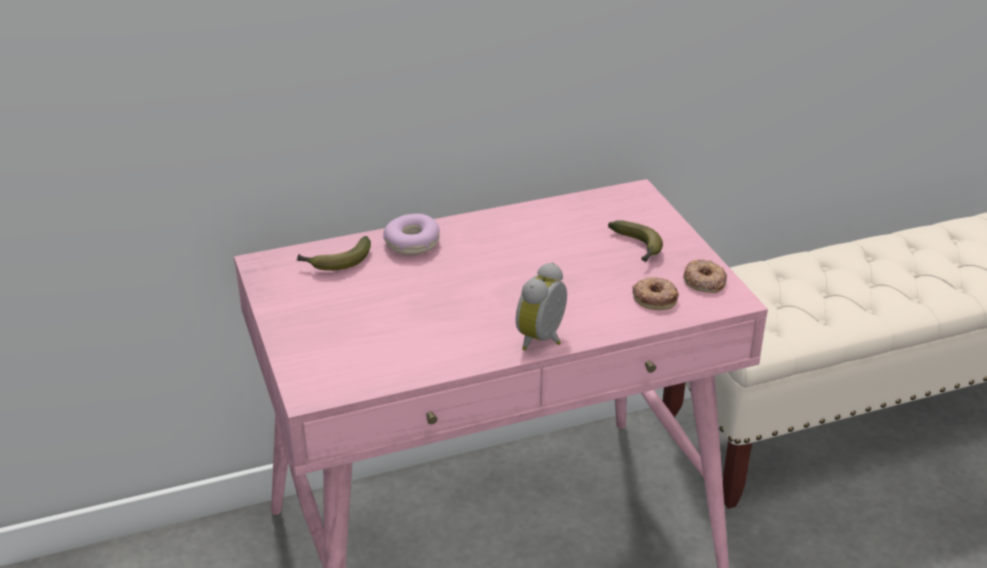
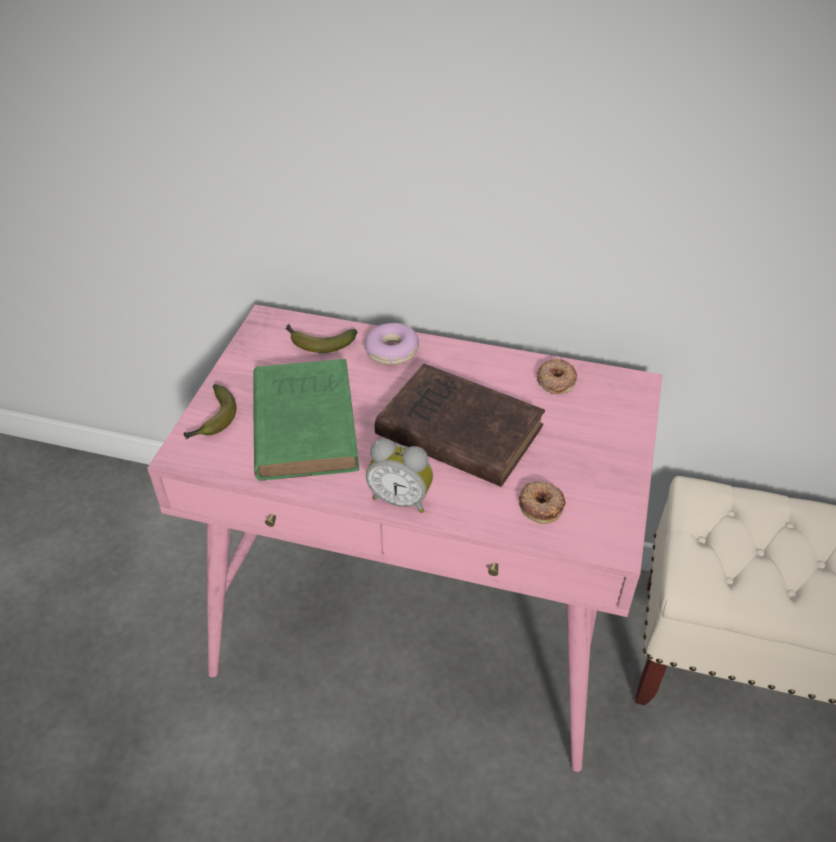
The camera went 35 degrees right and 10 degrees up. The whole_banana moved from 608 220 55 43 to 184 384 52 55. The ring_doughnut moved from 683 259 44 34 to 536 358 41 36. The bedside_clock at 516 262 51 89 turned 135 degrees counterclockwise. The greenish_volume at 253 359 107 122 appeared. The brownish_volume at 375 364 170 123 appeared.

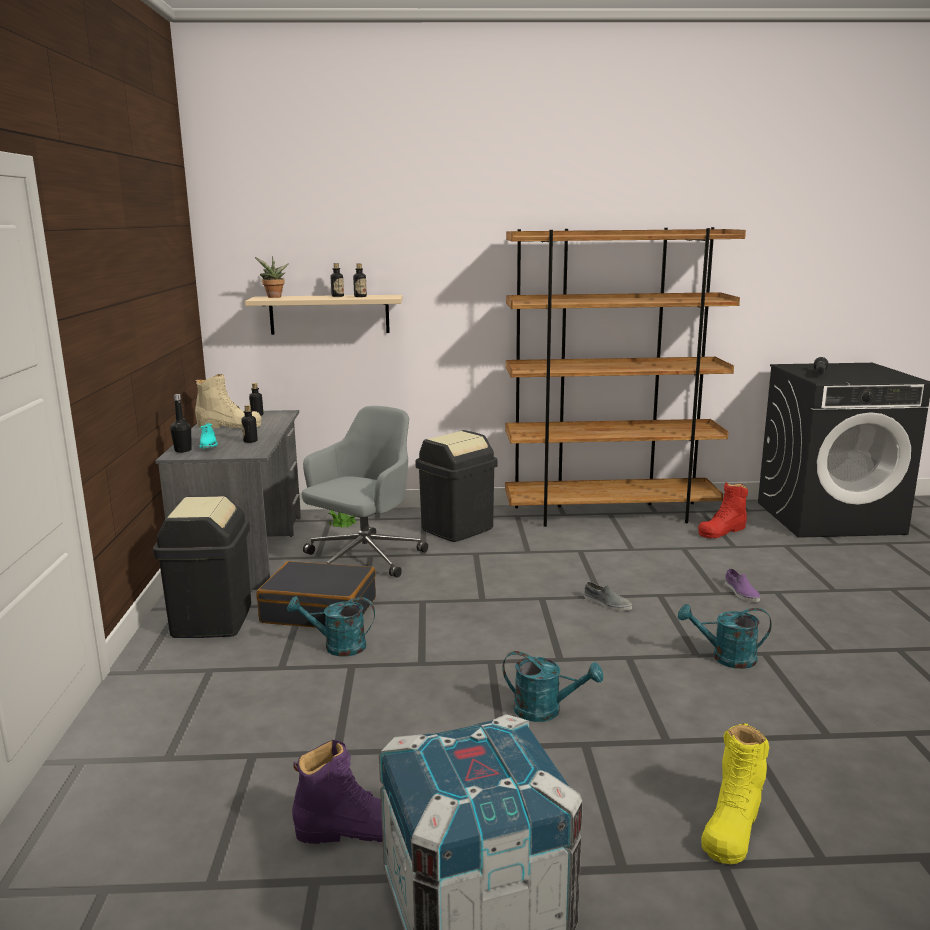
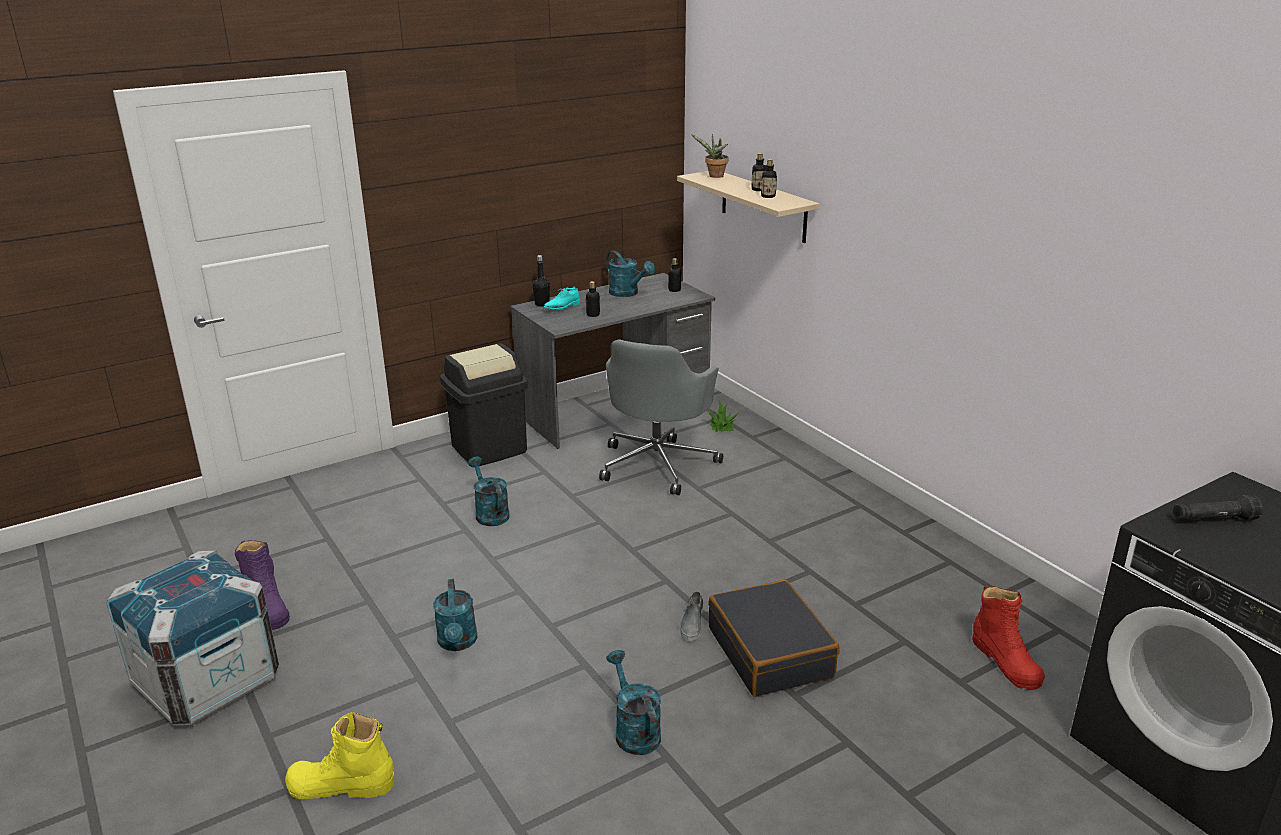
The camera went 60 degrees right and 10 degrees up. The brownish_shelving_unit at 505 227 241 300 disappeared. The beige-coloured_boot at 194 374 67 54 was replaced by the blue-green_watering_can at 606 250 49 47. The gray_office_chair at 302 406 126 172 turned 105 degrees clockwise. The black_waste_bin at 415 430 83 112 disappeared. The red_boot at 698 482 50 56 turned 135 degrees counterclockwise. The black_suitcase moved from 256 561 120 67 to 708 580 131 117. The purple-coloured_shoe at 725 568 35 34 disappeared.

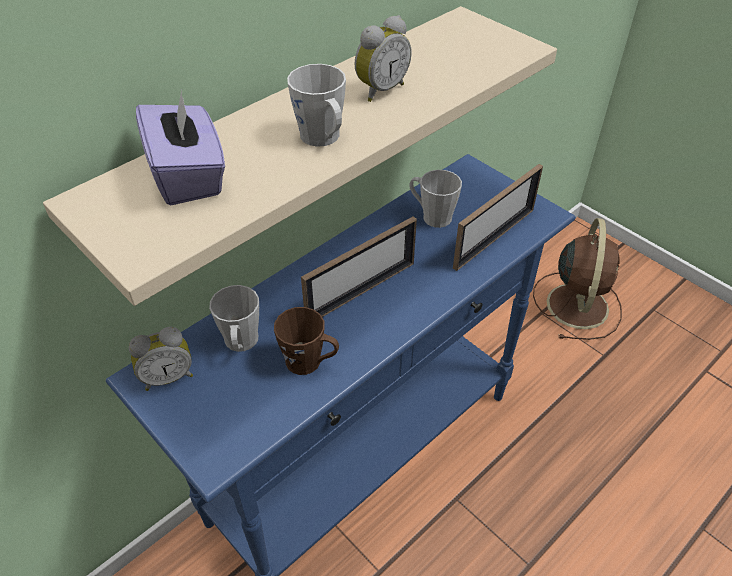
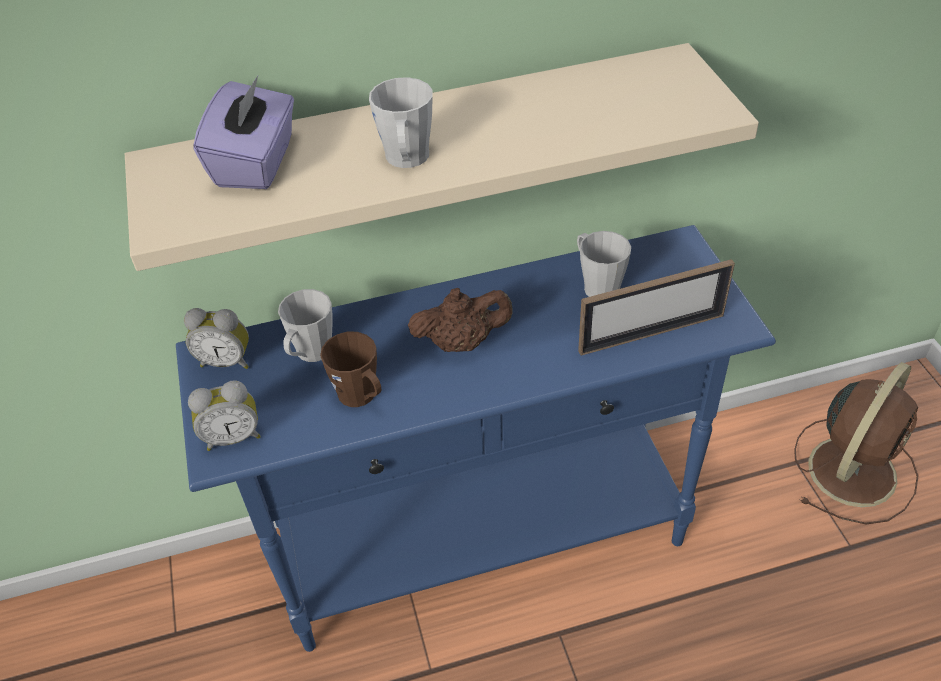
The camera went 30 degrees right and 0 degrees up. The bedside_clock moved from 355 15 57 87 to 188 380 73 71. The standing_frame at 301 216 116 101 was replaced by the brownish_pot_for_tea at 408 288 104 64.

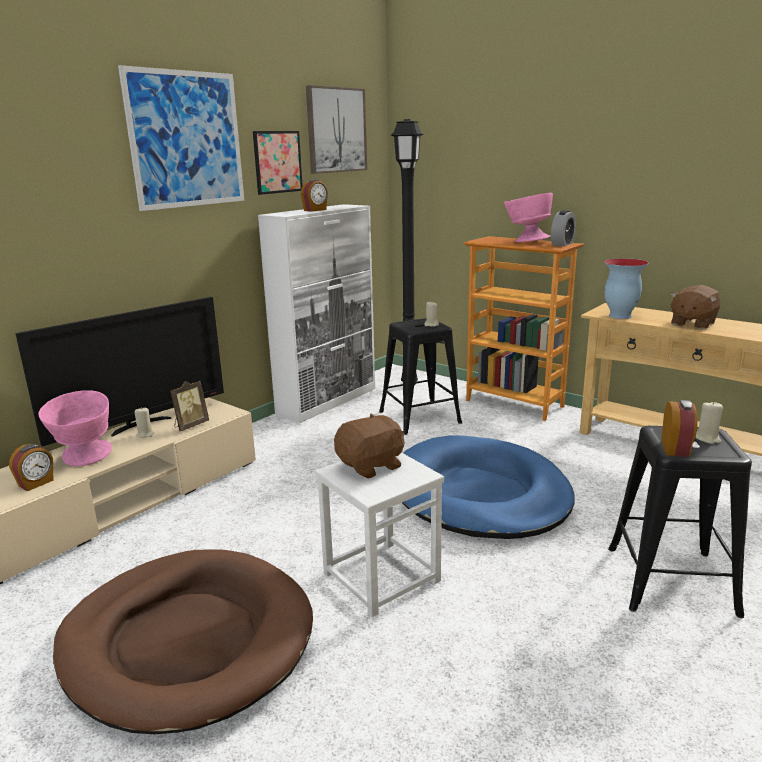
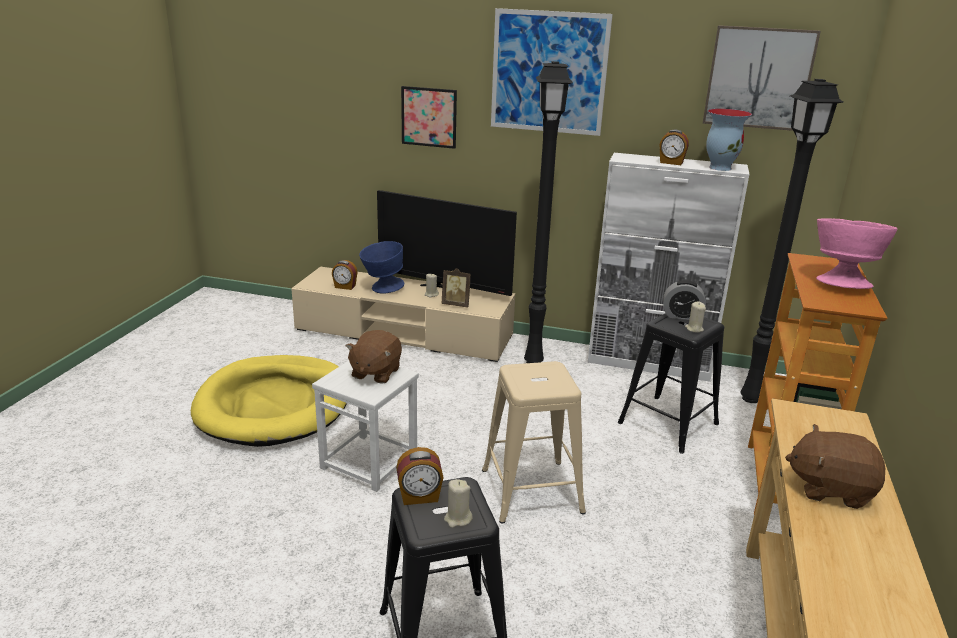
The camera went 65 degrees right and 5 degrees up. The wall_art moved from 253 131 50 64 to 401 86 56 63. The bedside_clock moved from 551 210 25 36 to 663 280 43 40. The flower_vase moved from 604 258 45 61 to 706 109 46 62. The pink_deep_dish at 39 390 73 76 became the bluish_deep_dish at 359 241 45 53. The brownish_soft_toy at 334 413 71 66 turned 75 degrees clockwise. The bluish_dog_bed at 402 435 173 104 was replaced by the beige-coloured_sitting_stool at 482 361 104 163. The brownish_dog_bed at 53 550 260 184 became the yellow_dog_bed at 191 355 156 92. The black_standing_lamp at 524 61 49 302 appeared.

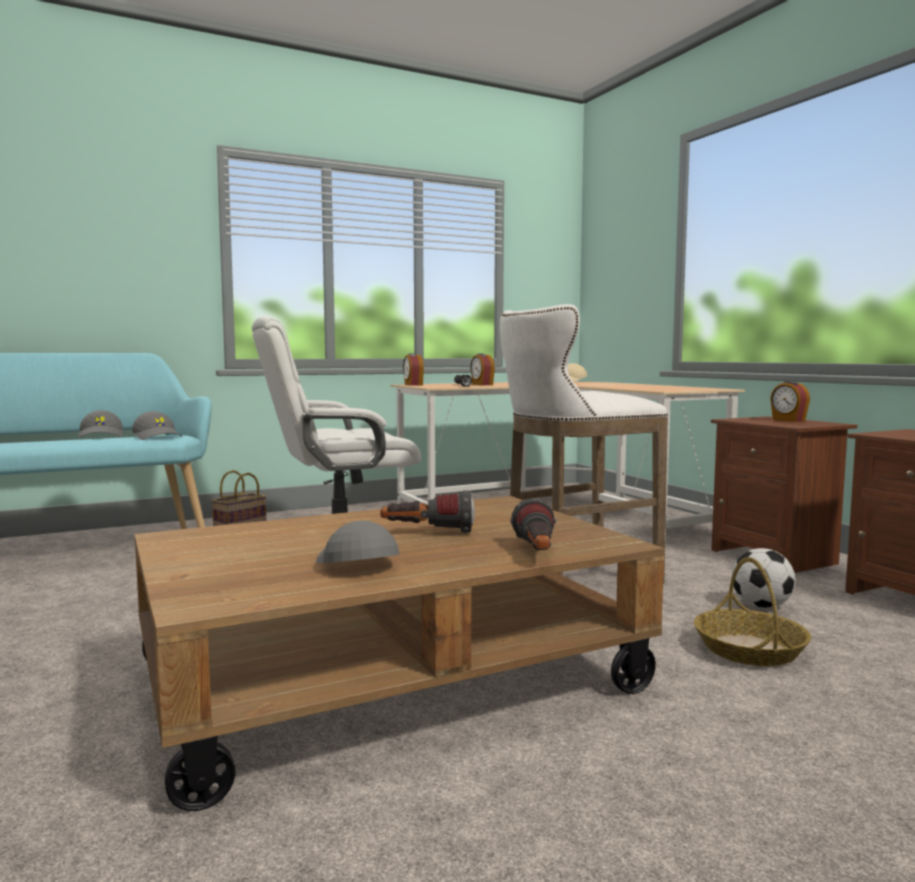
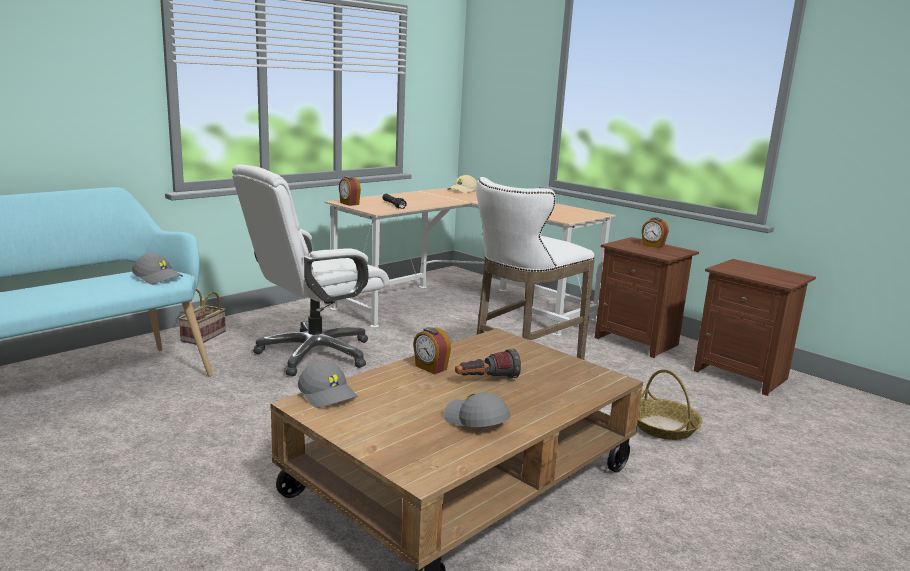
The camera went 20 degrees left and 10 degrees up. The bedside_clock moved from 470 353 25 32 to 413 327 38 47. The gray_cap moved from 78 410 45 28 to 298 361 60 47. The hand_torch at 510 498 46 52 disappeared. The football_ball at 732 548 63 60 disappeared.

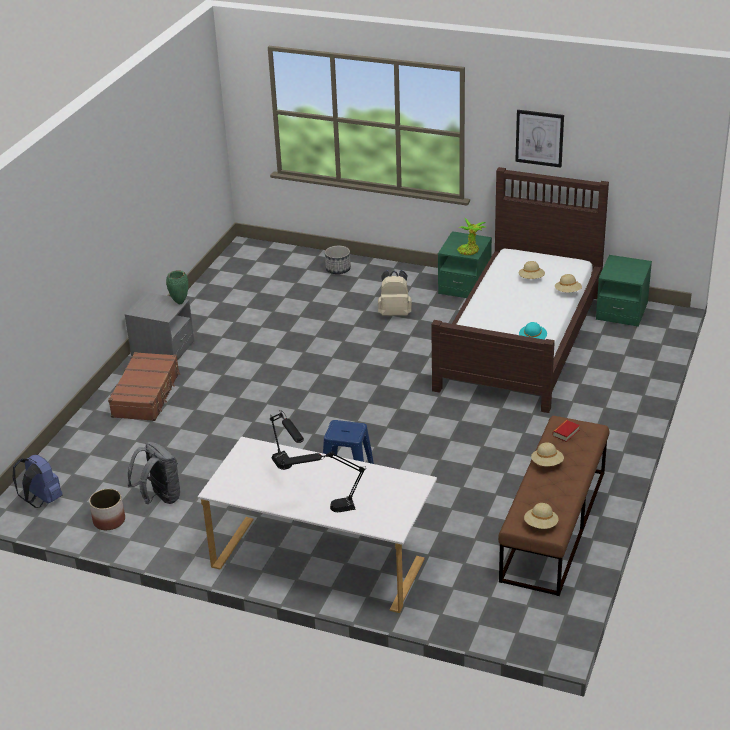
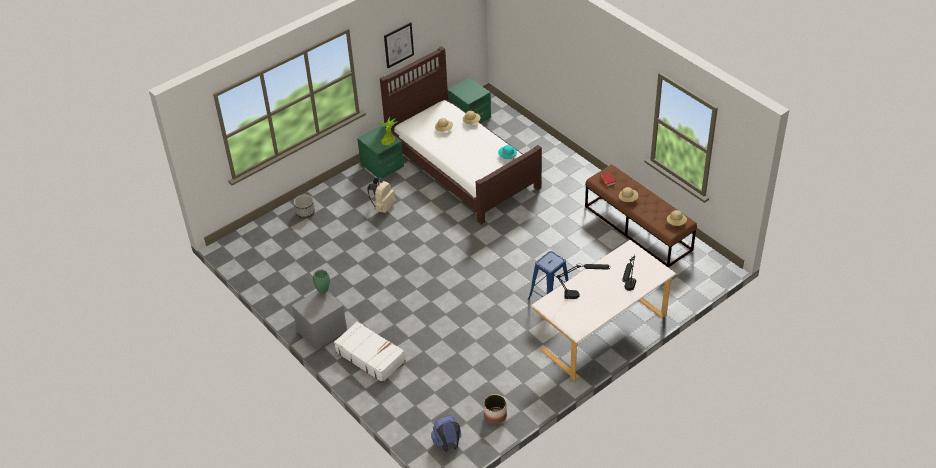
The camera went 60 degrees left and 10 degrees up. The brownish_suitcase at 108 352 72 69 became the whitish_suitcase at 334 321 71 62. The gray_knapsack at 128 442 52 62 disappeared.

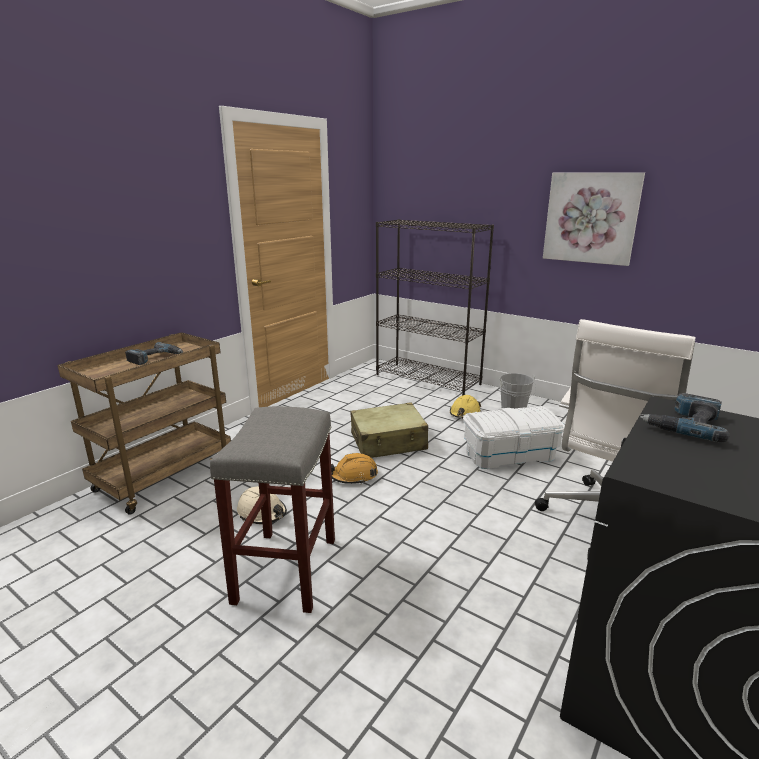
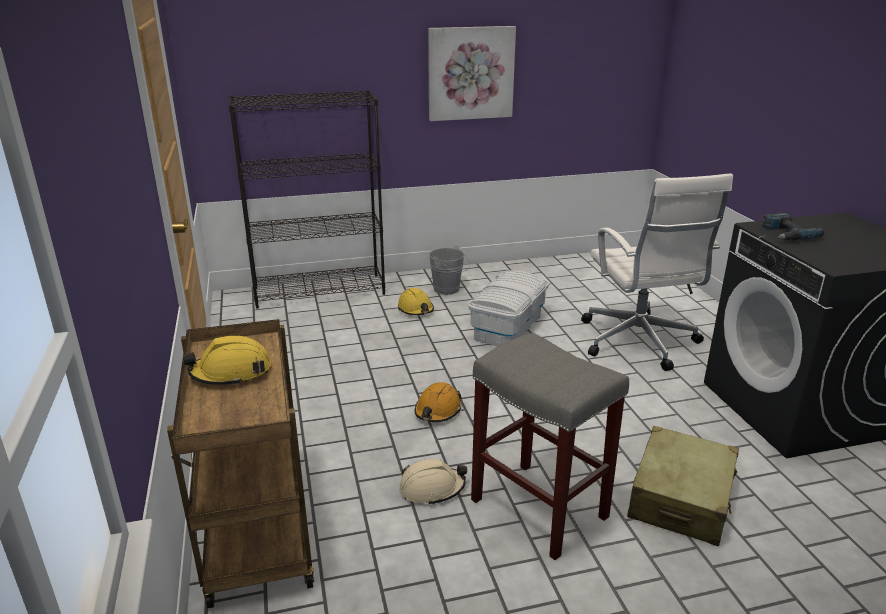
The camera went 50 degrees left and 5 degrees up. The electric_drill at 125 342 58 23 was replaced by the yellow_work_helmet at 183 336 88 50. The beige-coloured_suitcase moved from 351 402 77 56 to 627 426 112 120.

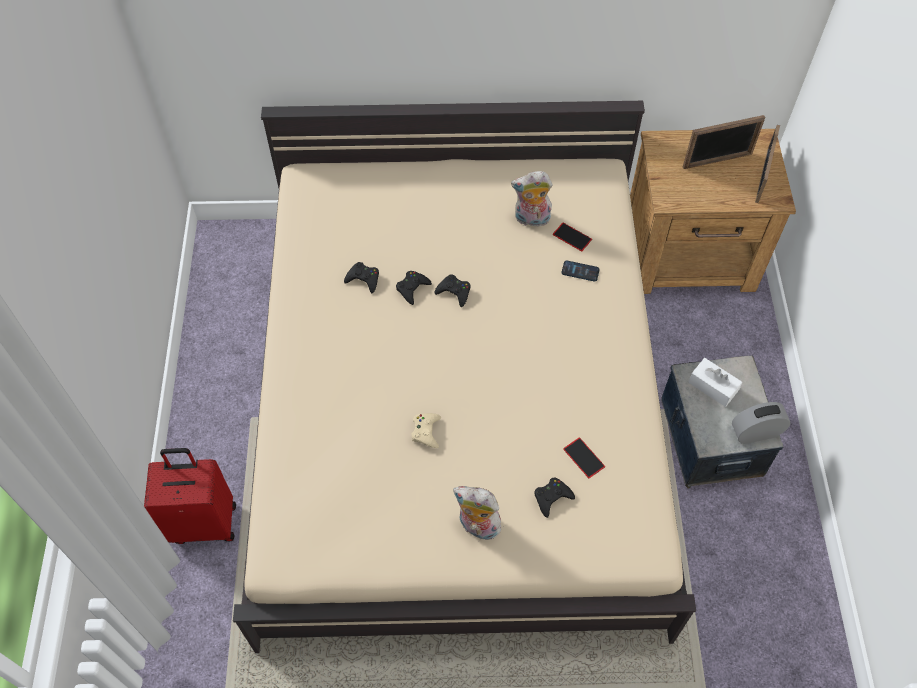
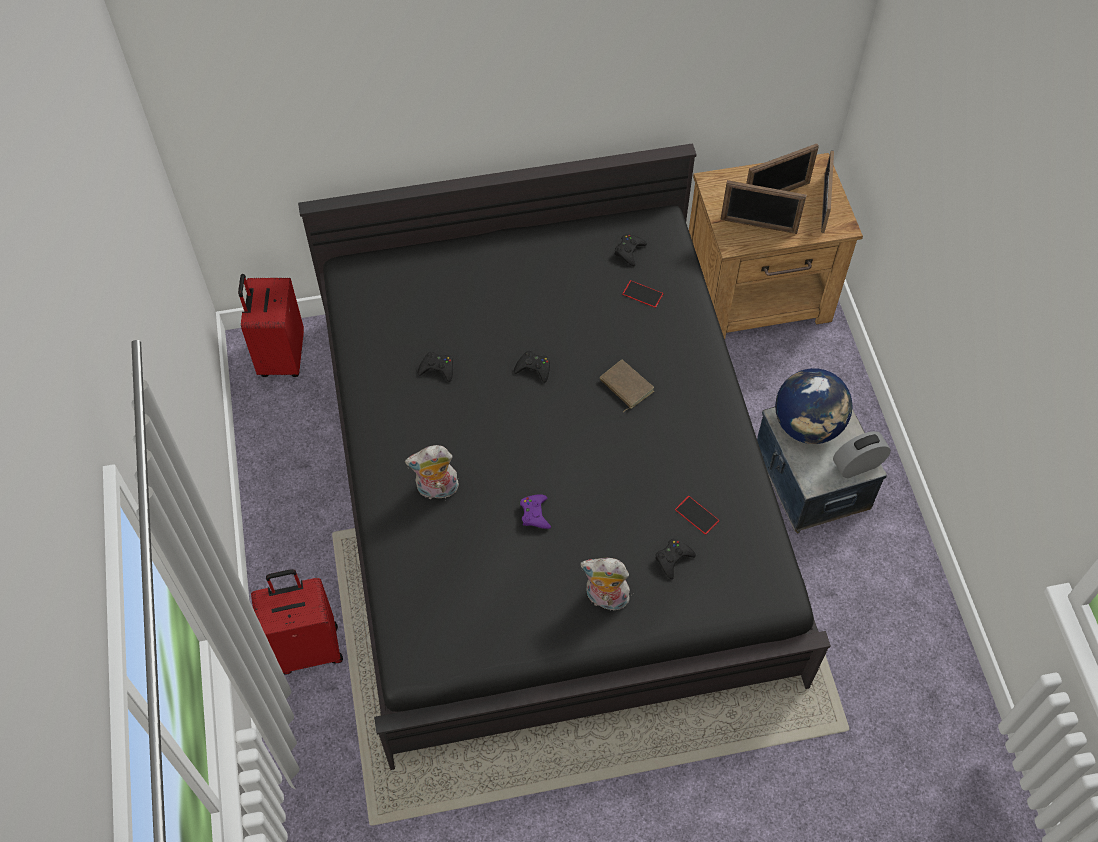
The camera went 10 degrees left and 0 degrees up. The beige-coloured_bedroom_bed at 233 101 463 552 became the black_bedroom_bed at 298 143 533 627. The soft_toy moved from 511 171 41 56 to 405 445 54 54. The telephone at 562 260 38 22 disappeared. The black_gamepad moved from 396 271 36 34 to 615 234 32 32. The whitish_tissue_holder at 688 358 54 49 was replaced by the world_globe at 775 368 78 76. The beige-coloured_gamepad at 411 413 30 35 became the purple-coloured_gamepad at 520 494 31 35. The standing_frame at 720 180 86 54 appeared. The red_suitcase at 238 274 66 103 appeared. The brownish_volume at 600 359 54 53 appeared.

